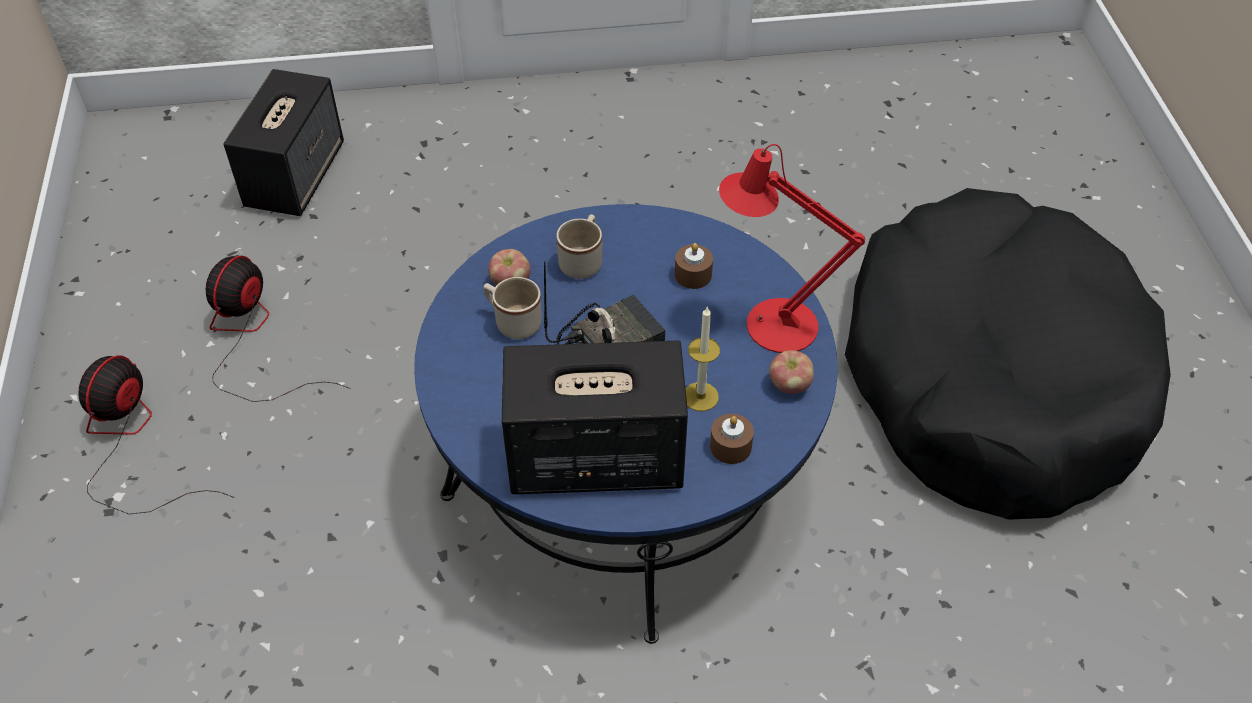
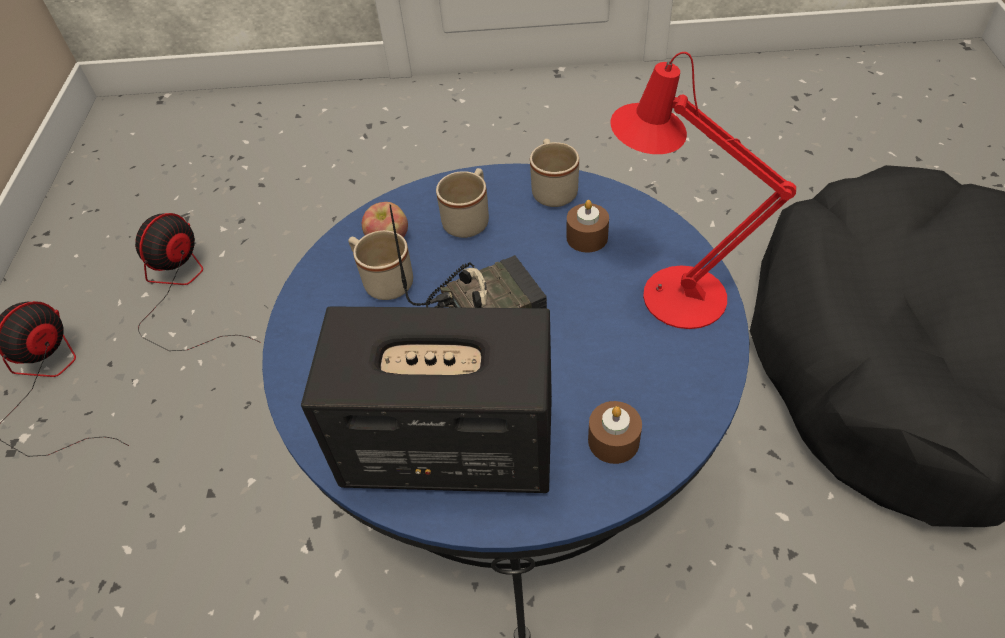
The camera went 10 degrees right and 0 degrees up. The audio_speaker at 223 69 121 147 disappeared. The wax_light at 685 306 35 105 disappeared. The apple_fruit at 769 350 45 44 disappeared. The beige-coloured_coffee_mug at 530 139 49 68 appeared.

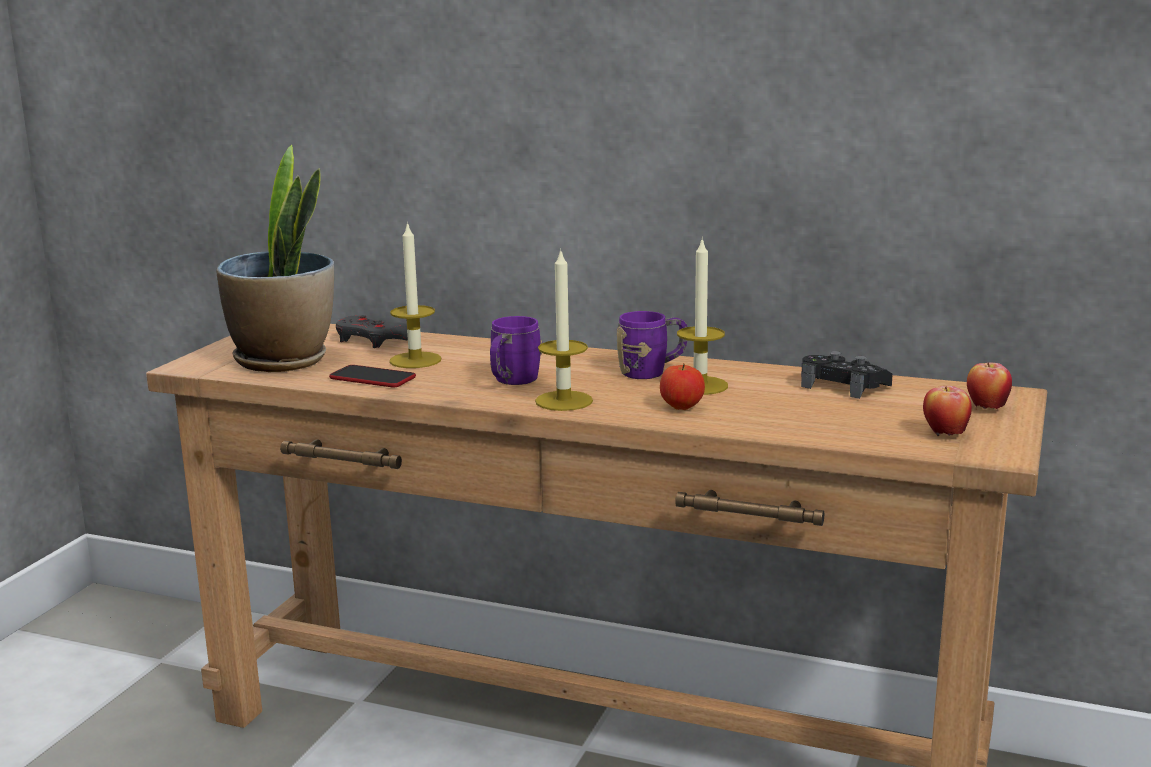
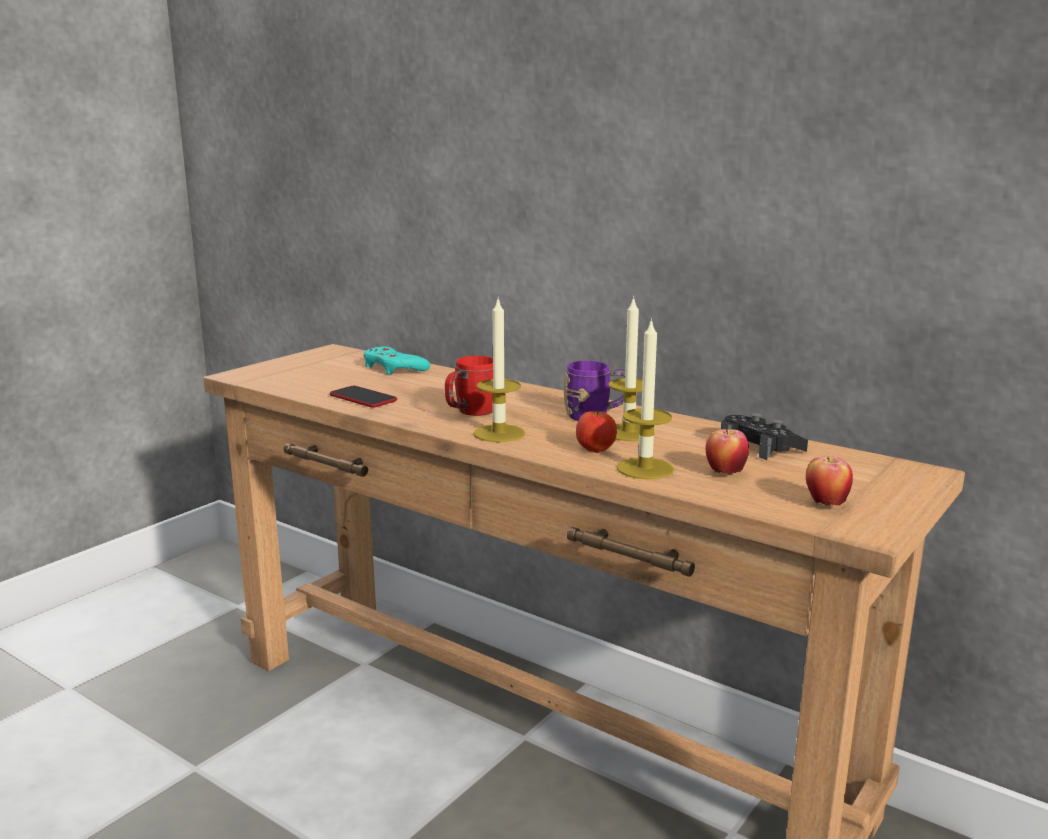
The camera went 15 degrees right and 0 degrees up. The houseplant at 216 145 118 227 disappeared. The wax_light moved from 389 222 52 146 to 617 318 57 161. The gray_gamepad at 336 315 72 33 became the blue-green_gamepad at 363 346 67 28. The purple-coloured_coffee_mug at 490 316 52 69 became the red_coffee_mug at 445 356 48 60. The apple_fruit moved from 967 362 45 47 to 706 429 43 46.

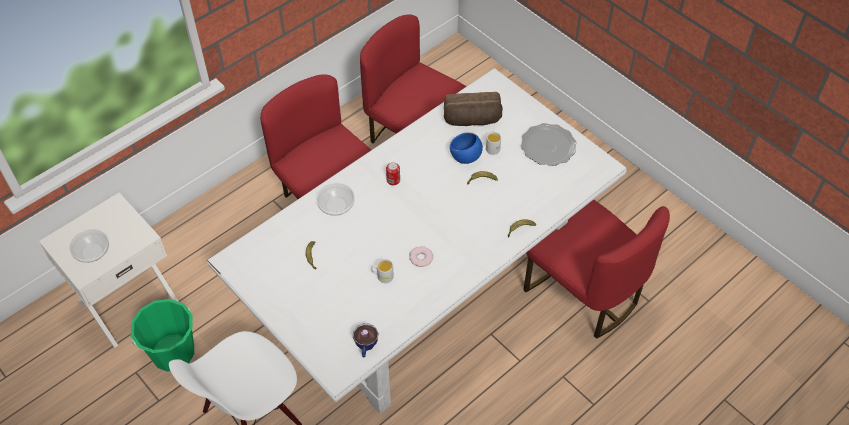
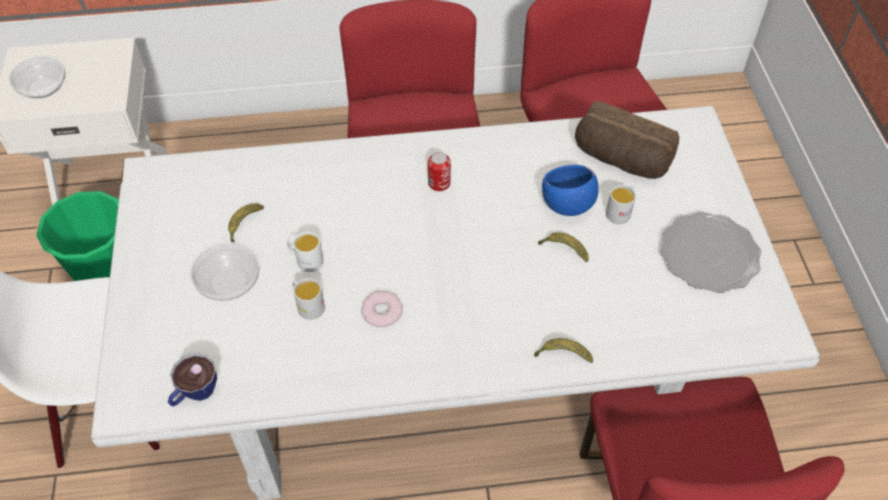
The camera went 35 degrees right and 0 degrees up. The deep_dish moved from 316 183 39 33 to 190 242 69 59. The whitish_coffee_mug at 286 231 37 41 appeared.

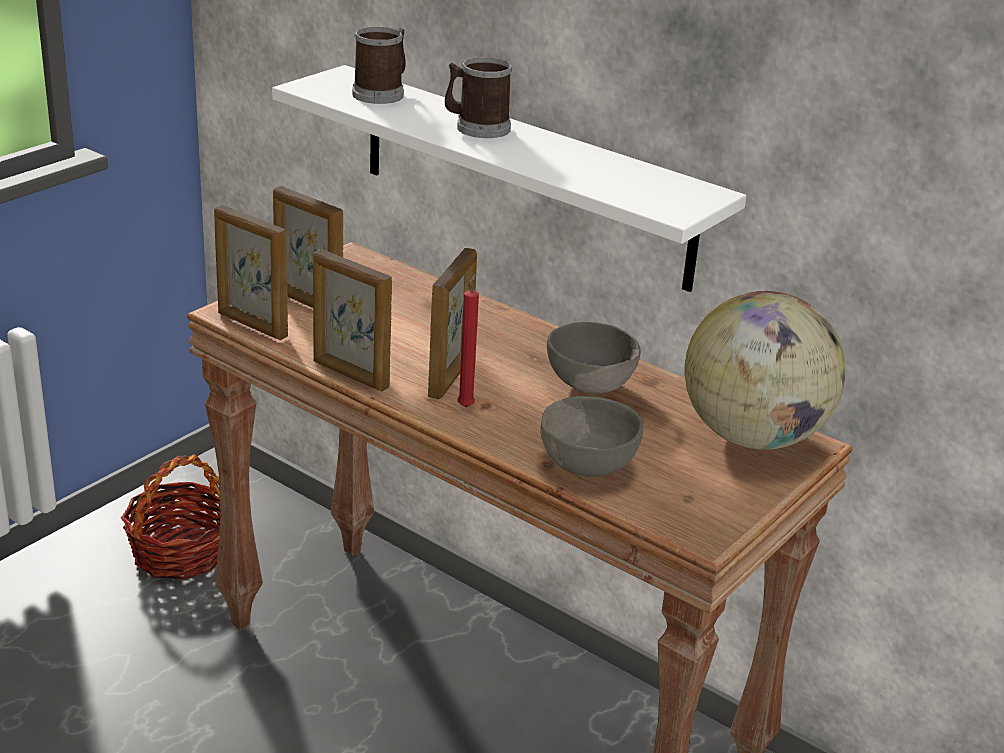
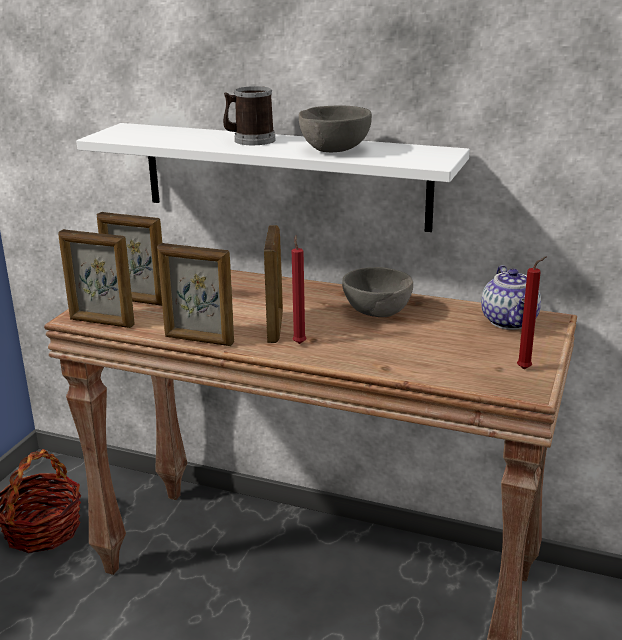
The camera went 15 degrees left and 5 degrees down. The coffee_mug at 352 27 54 77 disappeared. The world_globe at 684 291 162 159 was replaced by the pot_for_tea at 481 265 60 65. The gray_deep_dish moved from 540 396 104 81 to 299 106 73 46. The red_wax_light at 517 257 29 112 appeared.

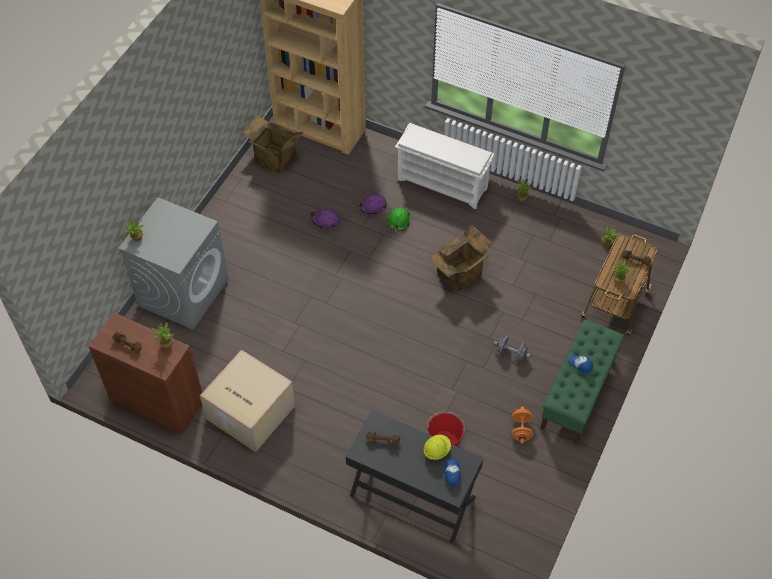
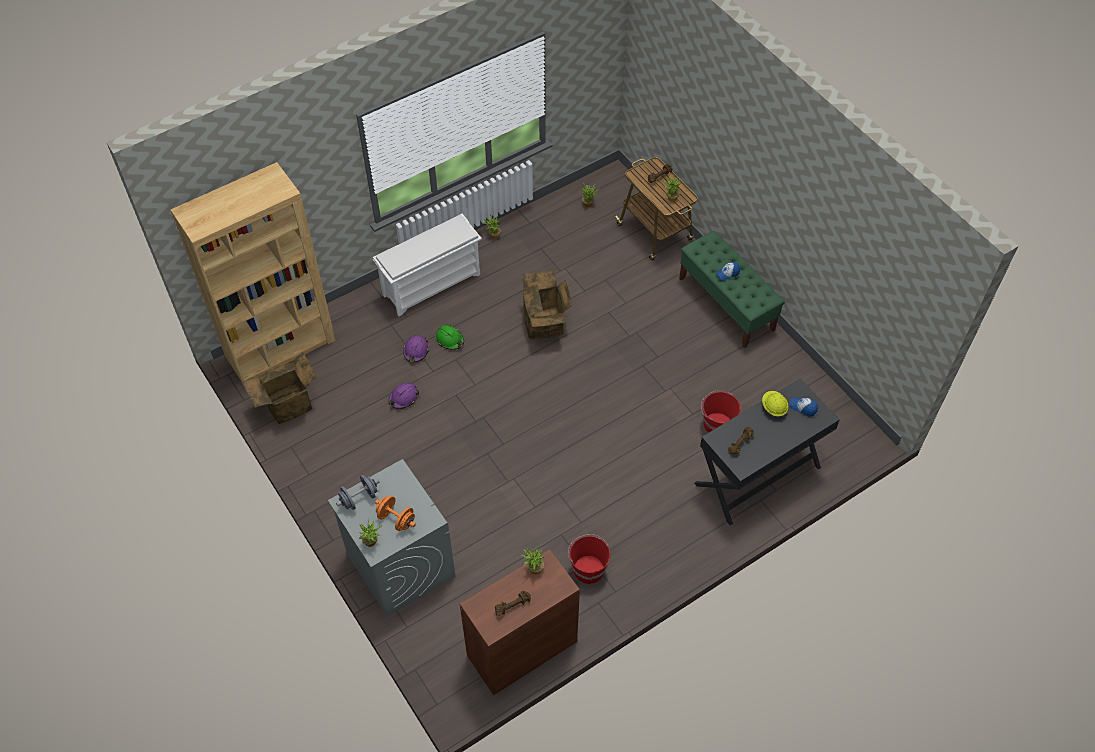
The camera went 60 degrees left and 0 degrees up. The gray_free_weight moved from 494 336 36 26 to 336 475 44 35. The packing_box at 200 350 95 102 was replaced by the red_water_bucket at 568 534 42 50. The orange-coloured_free_weight moved from 512 407 21 37 to 375 496 41 35.

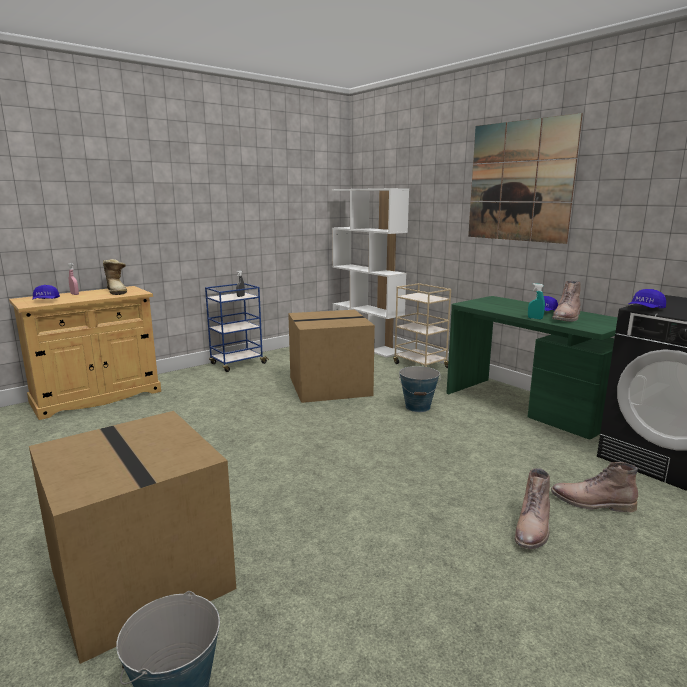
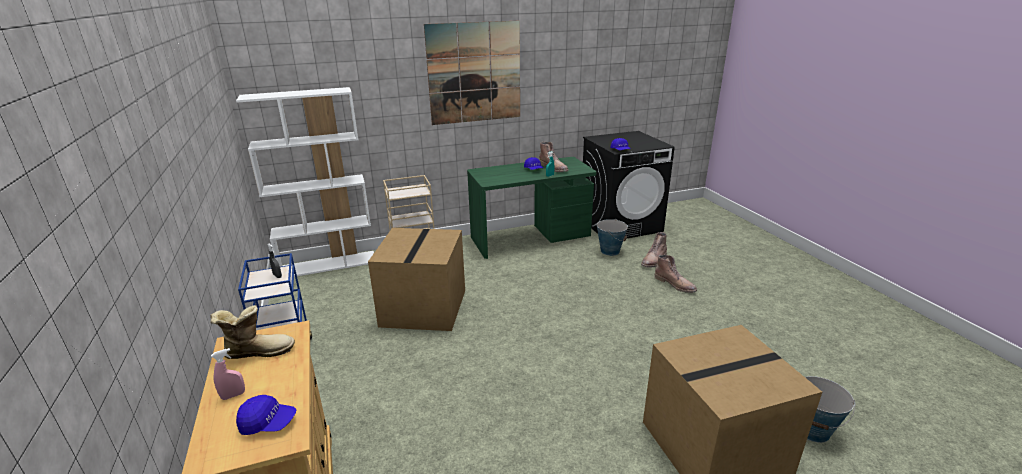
The camera went 70 degrees left and 10 degrees up. The water_bucket moved from 399 366 42 46 to 597 219 31 37.

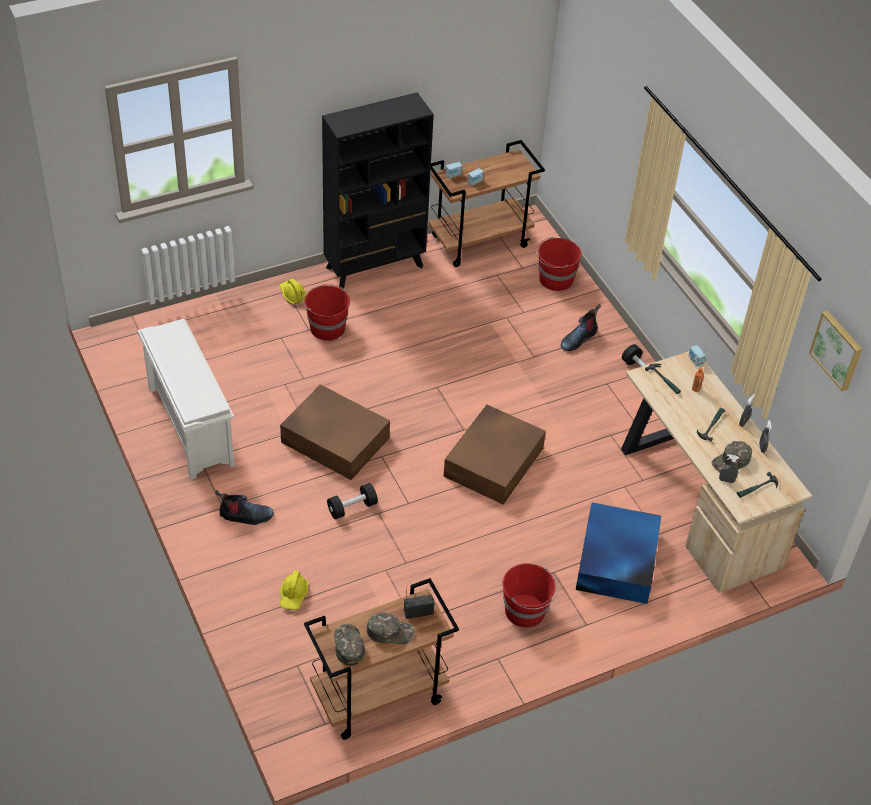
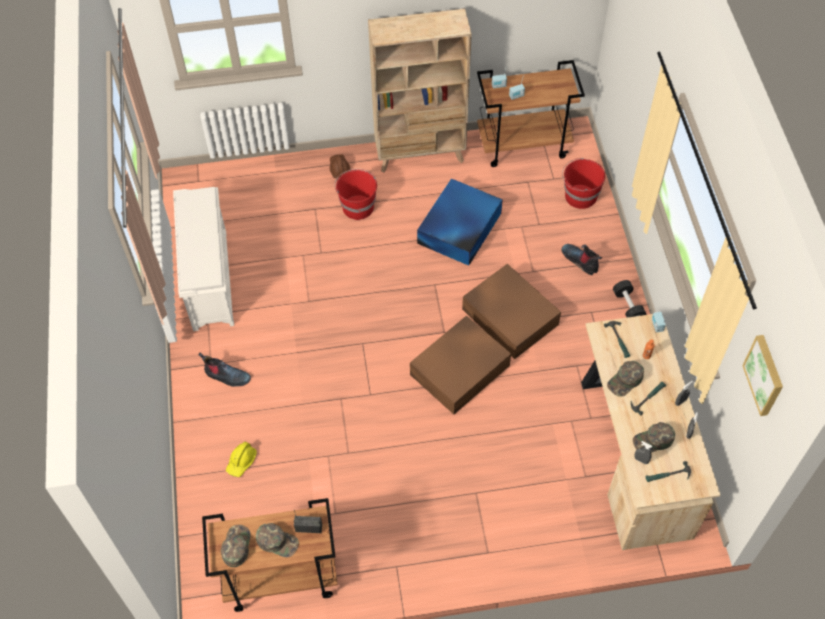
The camera went 20 degrees right and 10 degrees up. The black_shelving_unit at 322 92 112 197 became the beige-coloured_shelving_unit at 368 8 104 165. The yellow_work_helmet at 279 278 28 26 became the brownish_work_helmet at 330 155 20 24. The boot at 561 304 40 47 turned 75 degrees clockwise. The brownish_storage_container moved from 280 384 110 96 to 462 264 99 95. The black_free_weight at 327 483 51 36 disappeared. The bluish_storage_container moved from 576 503 85 101 to 417 178 86 88. The red_water_bucket at 502 563 56 65 disappeared. The greenish_cap at 607 361 37 36 appeared.

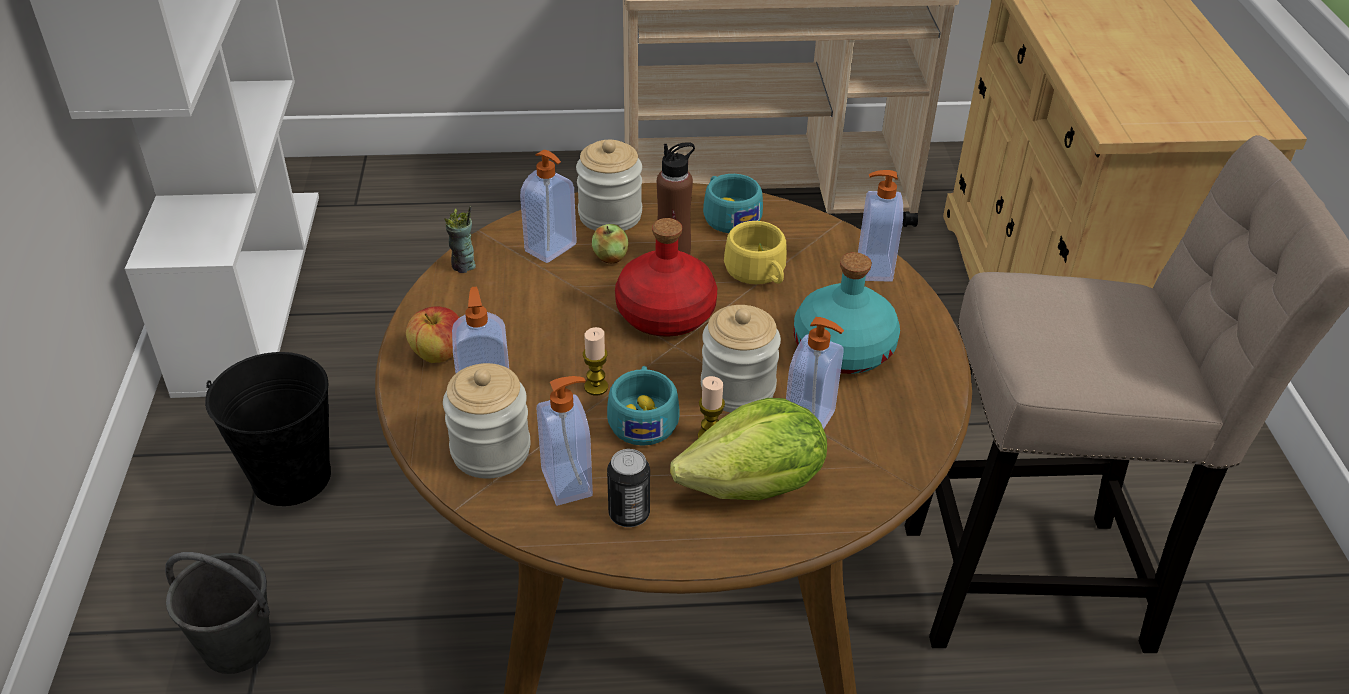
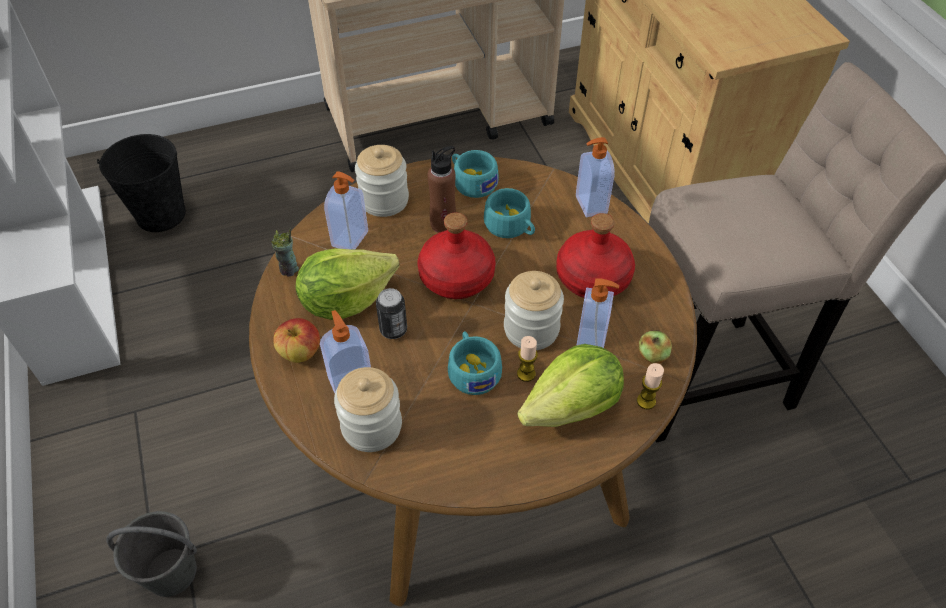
The camera went 15 degrees left and 10 degrees up. The yellow_drinking_cup at 724 221 63 63 became the blue-green_drinking_cup at 484 188 51 50. The apple_fruit moved from 592 224 37 40 to 639 330 33 33. The blue-green_bottle at 794 252 106 122 became the red_bottle at 556 213 79 85. The wax_light moved from 583 327 25 68 to 637 363 27 47. The black_water_bucket moved from 205 352 126 154 to 97 134 89 98. The soap_bottle at 537 376 56 130 disappeared. The sealed_can moved from 607 449 43 78 to 376 288 31 51. The lettuce_head at 296 248 104 72 appeared.

